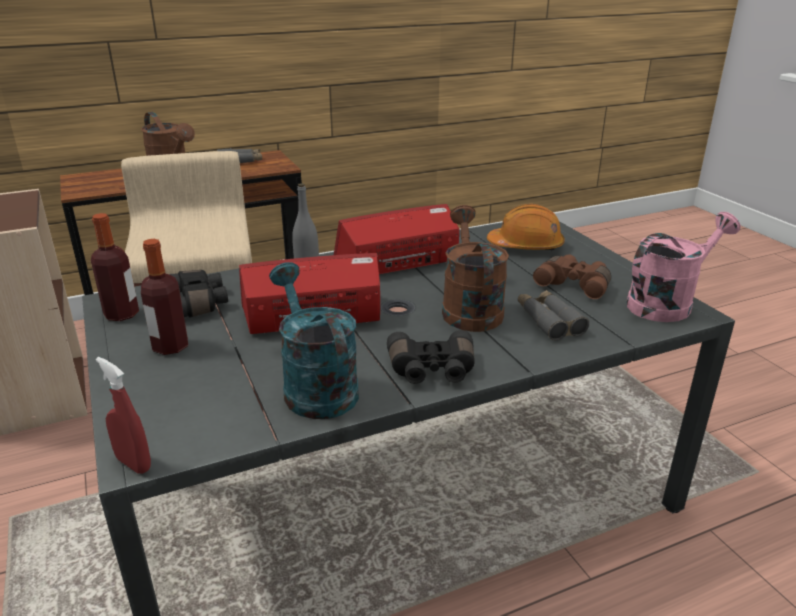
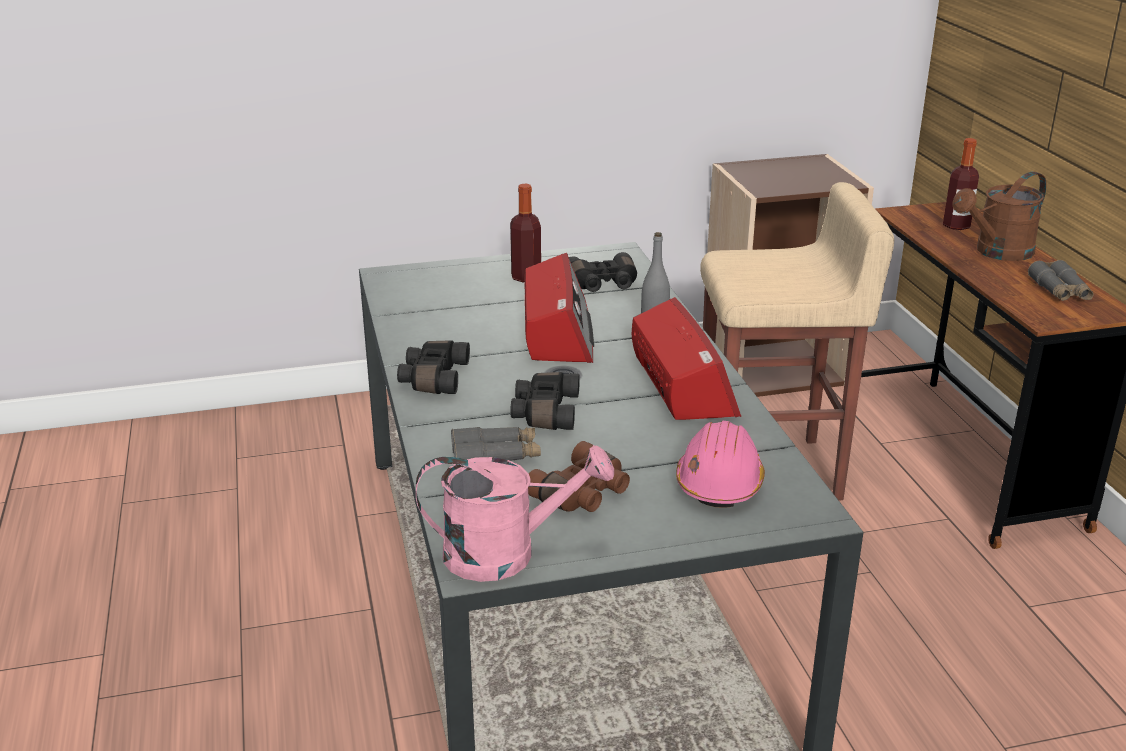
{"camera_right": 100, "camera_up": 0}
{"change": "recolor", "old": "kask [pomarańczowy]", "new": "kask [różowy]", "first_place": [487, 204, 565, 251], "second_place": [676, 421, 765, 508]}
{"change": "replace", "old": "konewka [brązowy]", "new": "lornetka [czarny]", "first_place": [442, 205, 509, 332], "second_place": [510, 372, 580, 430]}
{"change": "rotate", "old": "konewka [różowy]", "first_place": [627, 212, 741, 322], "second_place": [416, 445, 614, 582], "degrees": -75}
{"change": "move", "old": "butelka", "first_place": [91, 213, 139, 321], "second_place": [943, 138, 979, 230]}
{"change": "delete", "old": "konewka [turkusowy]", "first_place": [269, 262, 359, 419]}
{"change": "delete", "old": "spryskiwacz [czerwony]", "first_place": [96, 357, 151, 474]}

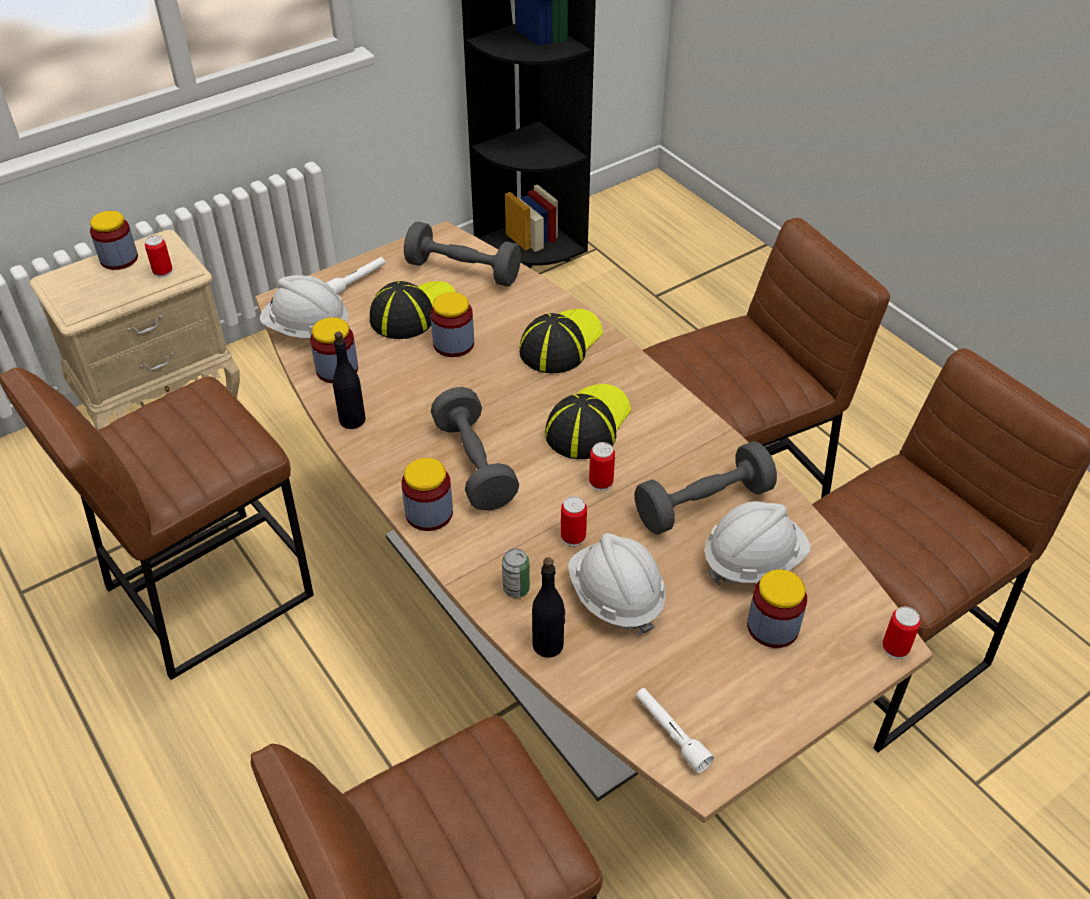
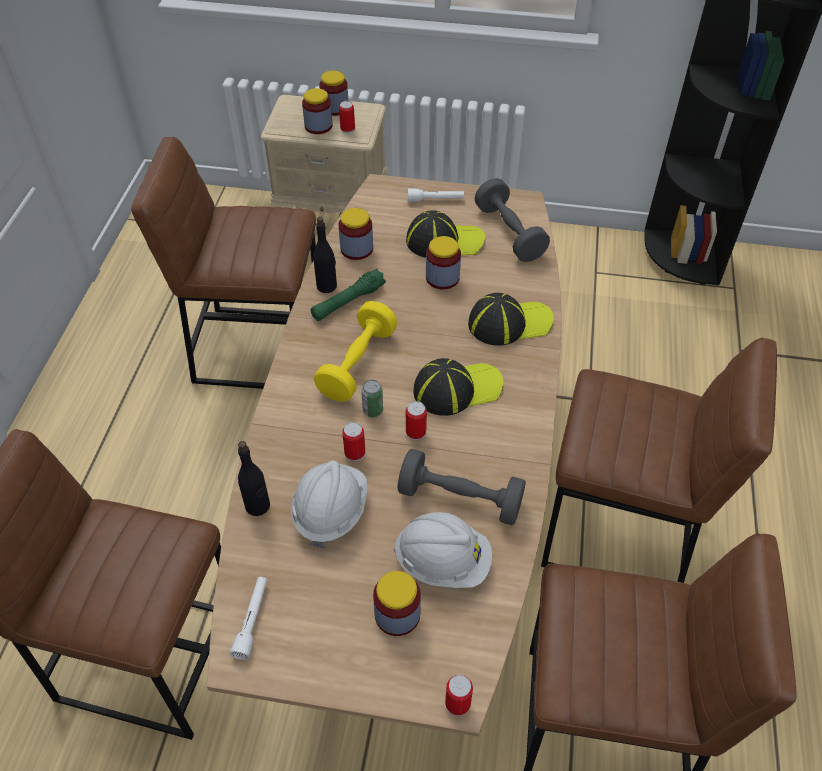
{"camera_right": 45, "camera_up": 5}
{"change": "delete", "old": "kask [biały]", "first_place": [260, 275, 350, 338]}
{"change": "recolor", "old": "hantel [szary]", "new": "hantel [żółty]", "first_place": [431, 387, 519, 511], "second_place": [314, 301, 398, 402]}
{"change": "move", "old": "słoik", "first_place": [401, 458, 453, 531], "second_place": [302, 88, 333, 134]}
{"change": "move", "old": "puszka", "first_place": [502, 548, 530, 598], "second_place": [361, 380, 383, 417]}
{"change": "insert", "new": "latarka [zielony]", "second_place": [310, 269, 386, 321]}

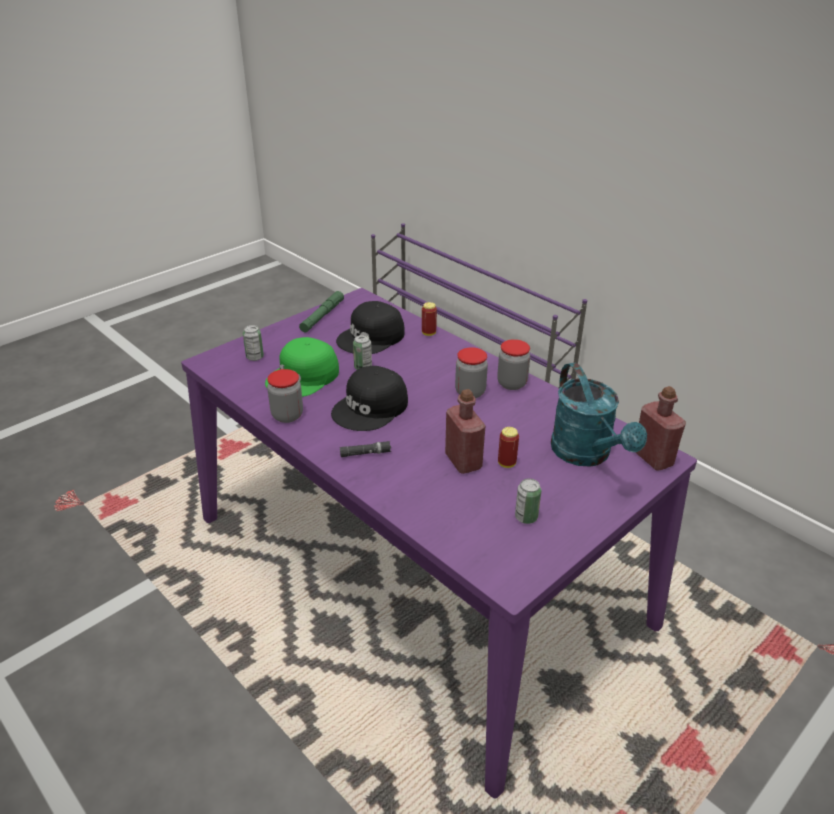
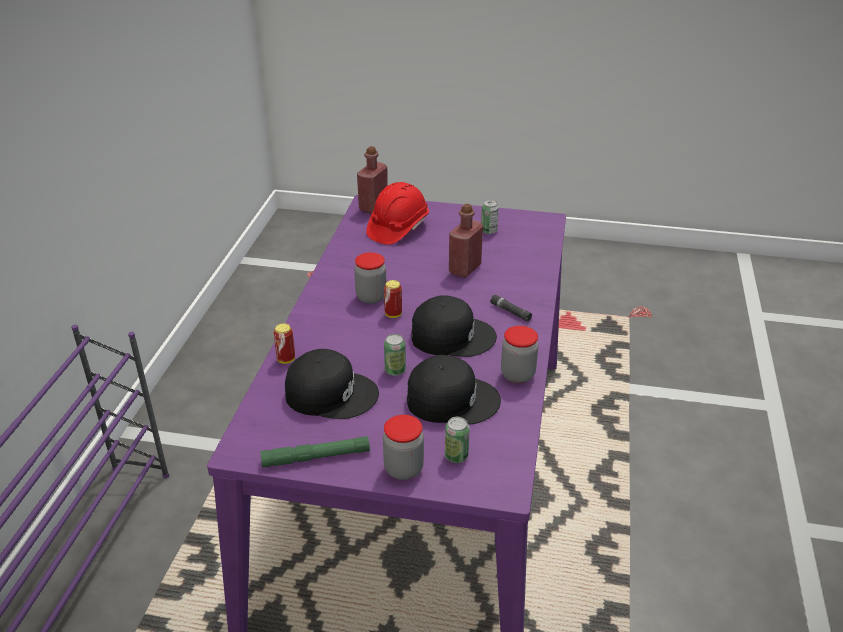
{"camera_right": -125, "camera_up": 0}
{"change": "recolor", "old": "czapka z daszkiem [zielony]", "new": "czapka z daszkiem [czarny]", "first_place": [265, 337, 339, 397], "second_place": [407, 355, 501, 425]}
{"change": "move", "old": "słoik", "first_place": [497, 339, 530, 390], "second_place": [383, 415, 424, 480]}
{"change": "replace", "old": "konewka [turkusowy]", "new": "kask [czerwony]", "first_place": [551, 363, 647, 467], "second_place": [366, 182, 429, 245]}
{"change": "move", "old": "puszka", "first_place": [498, 427, 519, 468], "second_place": [384, 280, 402, 318]}

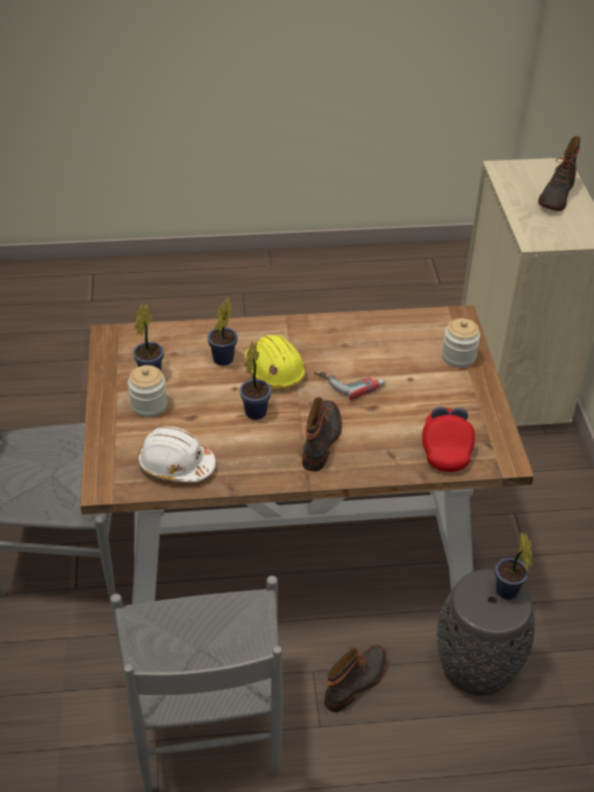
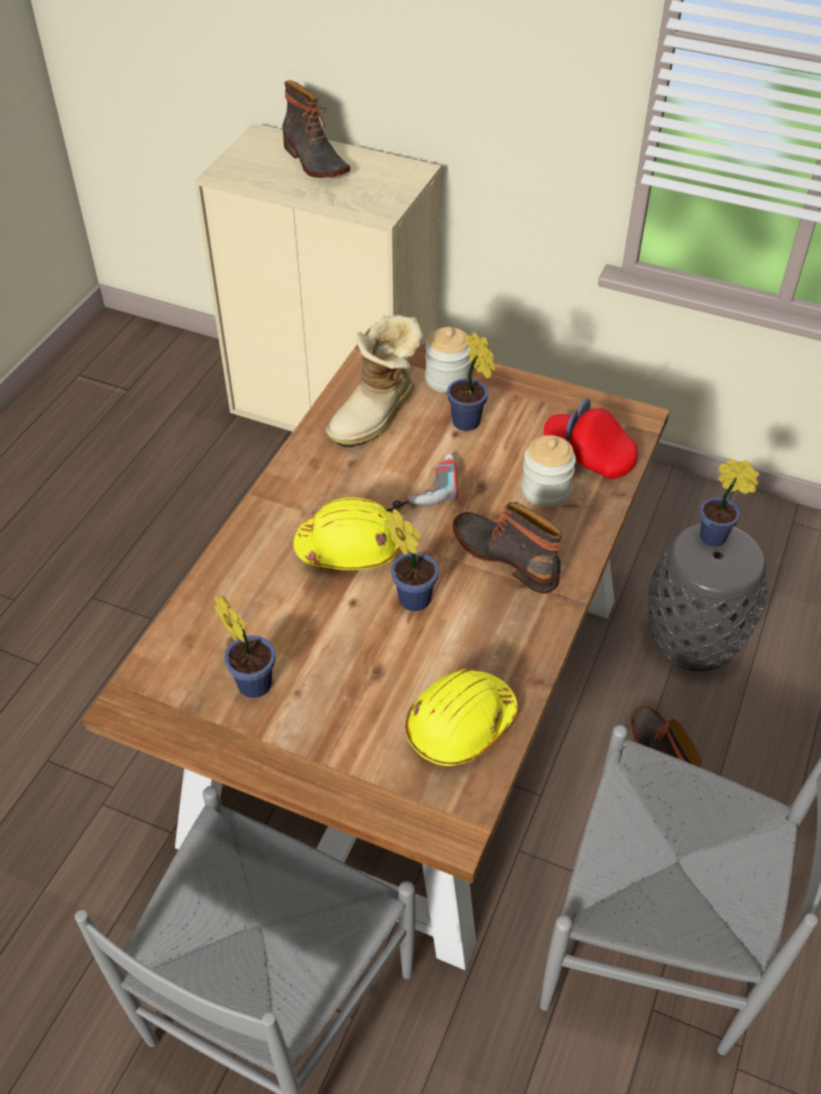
{"camera_right": -60, "camera_up": 5}
{"change": "move", "old": "roślina doniczkowa", "first_place": [207, 298, 238, 366], "second_place": [447, 332, 495, 431]}
{"change": "move", "old": "słoik", "first_place": [128, 365, 167, 417], "second_place": [521, 435, 576, 507]}
{"change": "recolor", "old": "kask [biały]", "new": "kask [żółty]", "first_place": [137, 426, 216, 482], "second_place": [405, 669, 518, 766]}
{"change": "insert", "new": "but z cholewką", "second_place": [326, 315, 423, 448]}

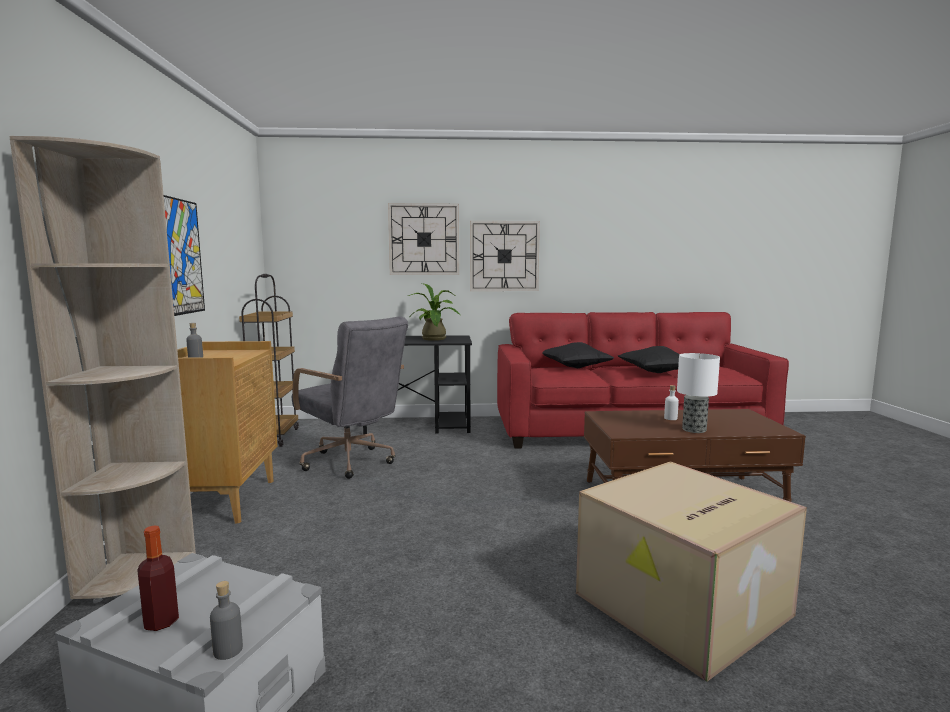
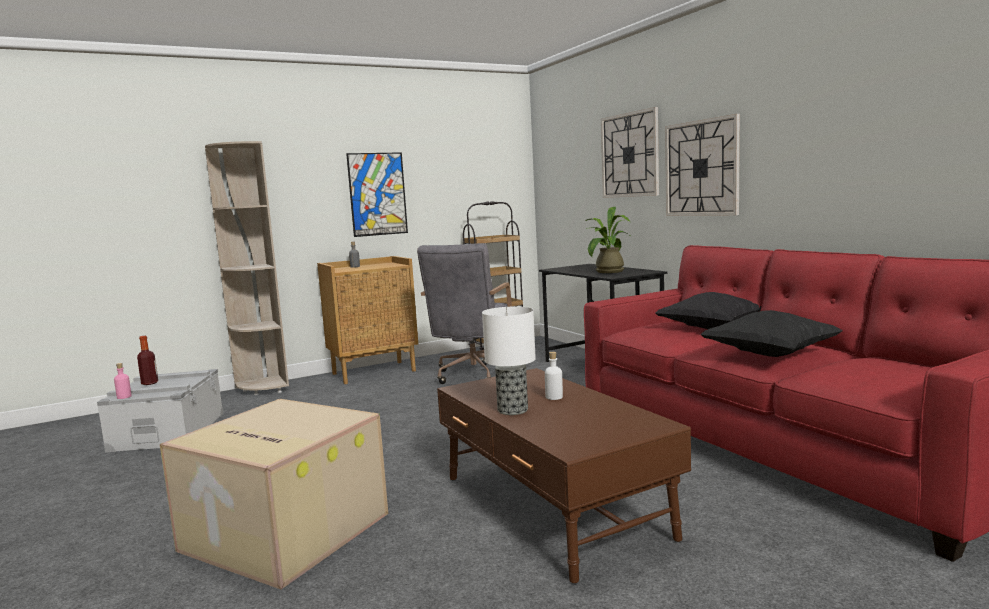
{"camera_right": 65, "camera_up": 0}
{"change": "recolor", "old": "butelka [szary]", "new": "butelka [różowy]", "first_place": [210, 581, 243, 660], "second_place": [114, 363, 132, 399]}

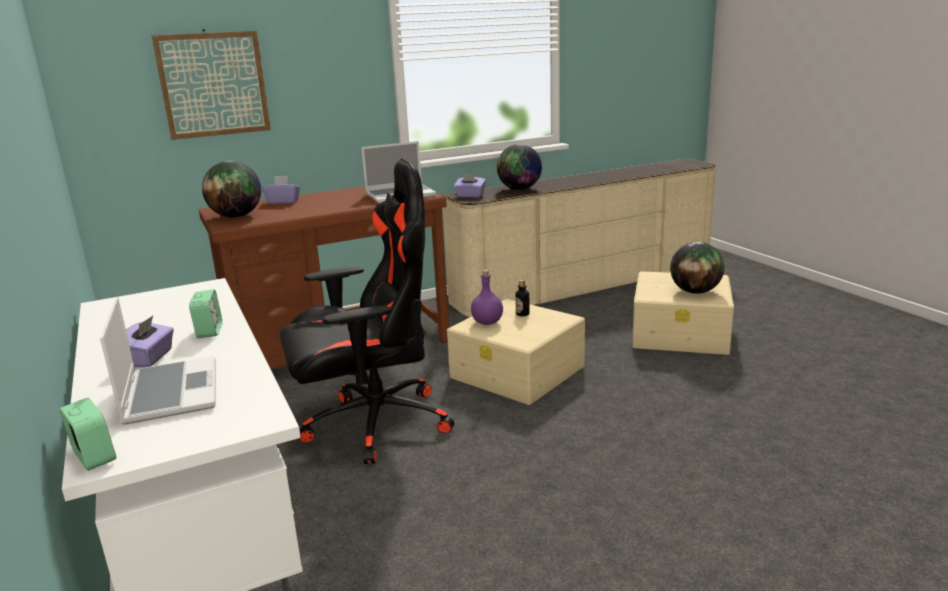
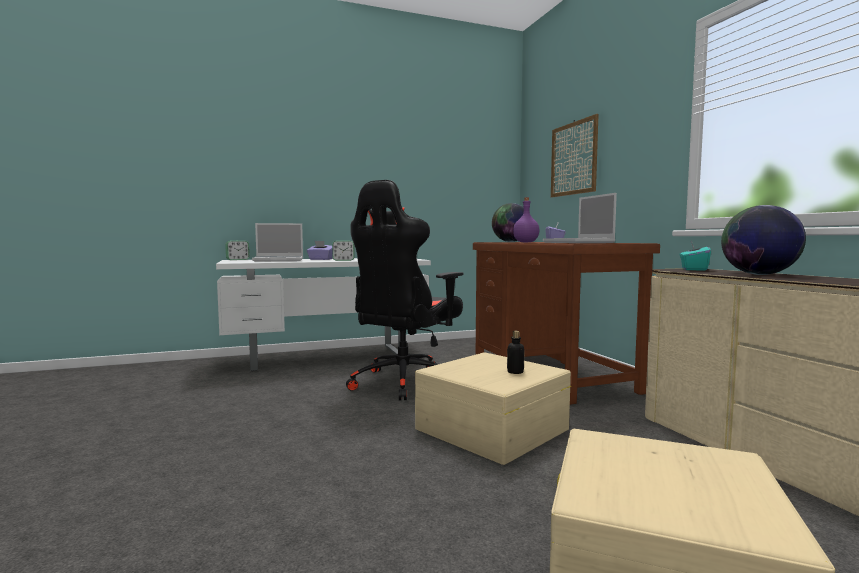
{"camera_right": 95, "camera_up": -15}
{"change": "rotate", "old": "krzesło biurowe [czarny]", "first_place": [280, 159, 454, 464], "second_place": [346, 180, 463, 401], "degrees": 45}
{"change": "recolor", "old": "pudełko chusteczek [fioletowy]", "new": "pudełko chusteczek [turkusowy]", "first_place": [454, 174, 486, 198], "second_place": [680, 241, 711, 271]}
{"change": "delete", "old": "globus", "first_place": [670, 242, 724, 294]}
{"change": "move", "old": "butelka [fioletowy]", "first_place": [471, 270, 503, 325], "second_place": [513, 198, 539, 242]}

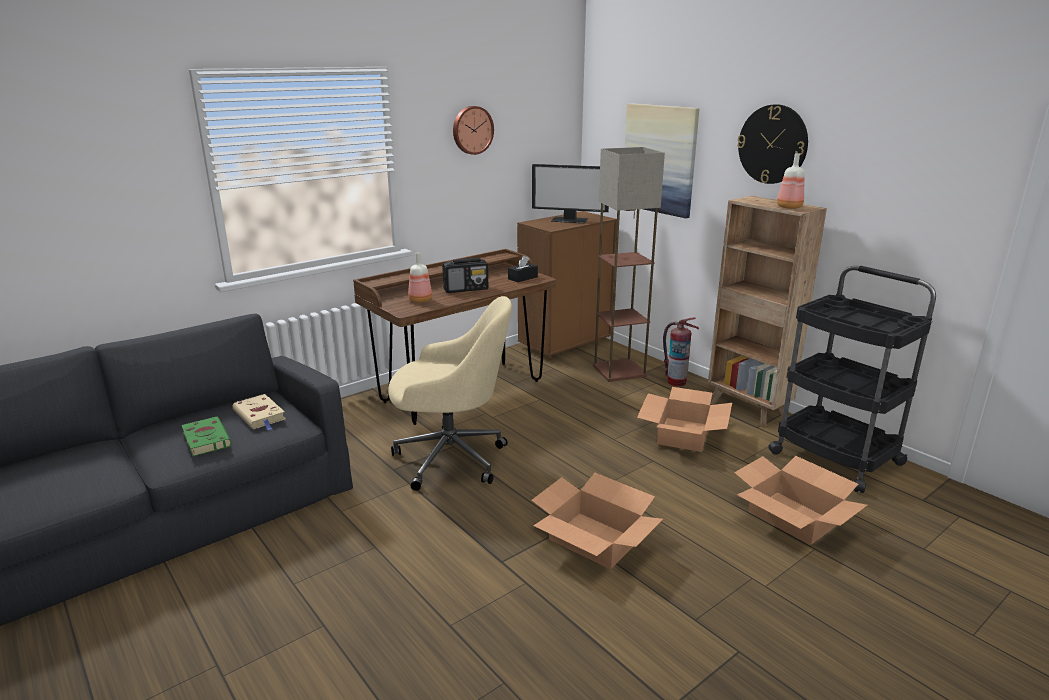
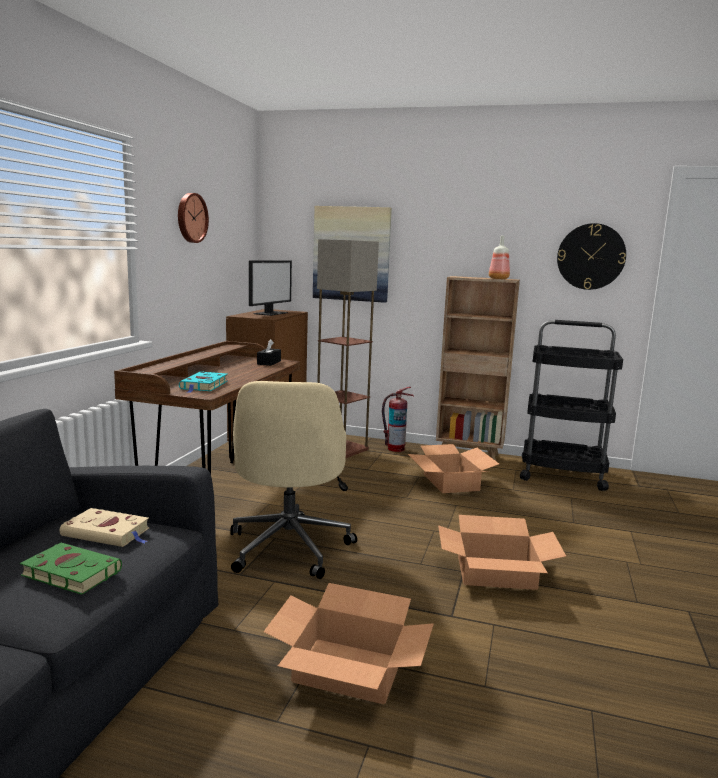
{"camera_right": -35, "camera_up": -10}
{"change": "move", "old": "zegar ścienny", "first_place": [737, 104, 808, 184], "second_place": [557, 223, 626, 290]}
{"change": "rotate", "old": "monitor", "first_place": [532, 164, 609, 223], "second_place": [249, 260, 292, 316], "degrees": -45}
{"change": "replace", "old": "butelka", "new": "książka [turkusowy]", "first_place": [408, 253, 432, 303], "second_place": [179, 372, 227, 393]}
{"change": "delete", "old": "radio", "first_place": [442, 258, 488, 293]}
{"change": "rotate", "old": "krzesło biurowe [beżowy]", "first_place": [388, 296, 512, 491], "second_place": [230, 381, 357, 579], "degrees": 120}
{"change": "move", "old": "karton", "first_place": [734, 456, 867, 545], "second_place": [264, 583, 434, 704]}

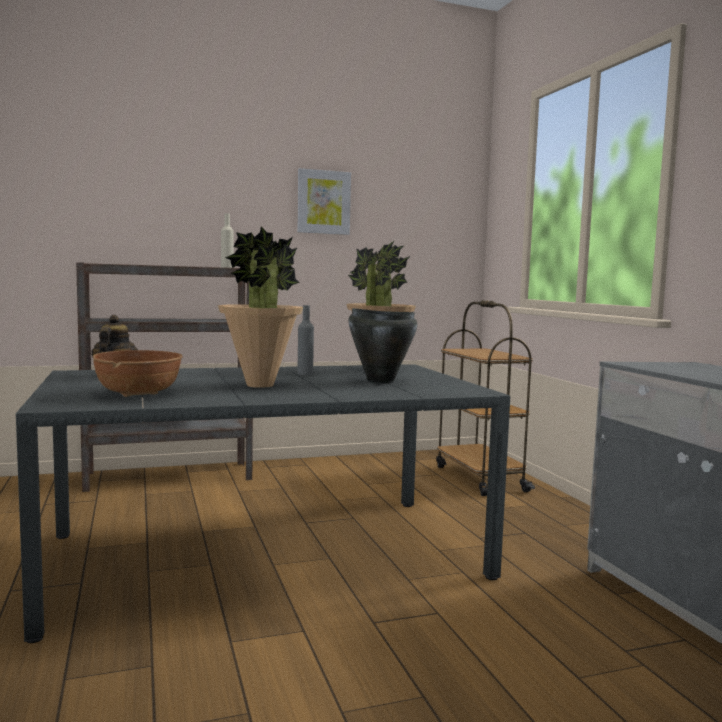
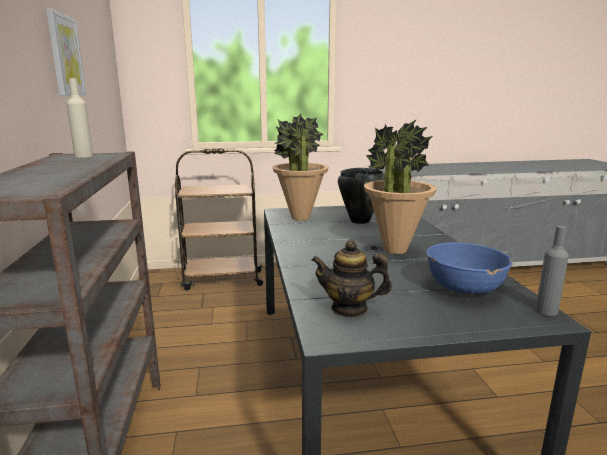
{"camera_right": -80, "camera_up": 10}
{"change": "move", "old": "butelka [szary]", "first_place": [297, 305, 314, 375], "second_place": [536, 226, 569, 316]}
{"change": "recolor", "old": "miska [brązowy]", "new": "miska [niebieski]", "first_place": [93, 350, 183, 397], "second_place": [426, 242, 513, 295]}

